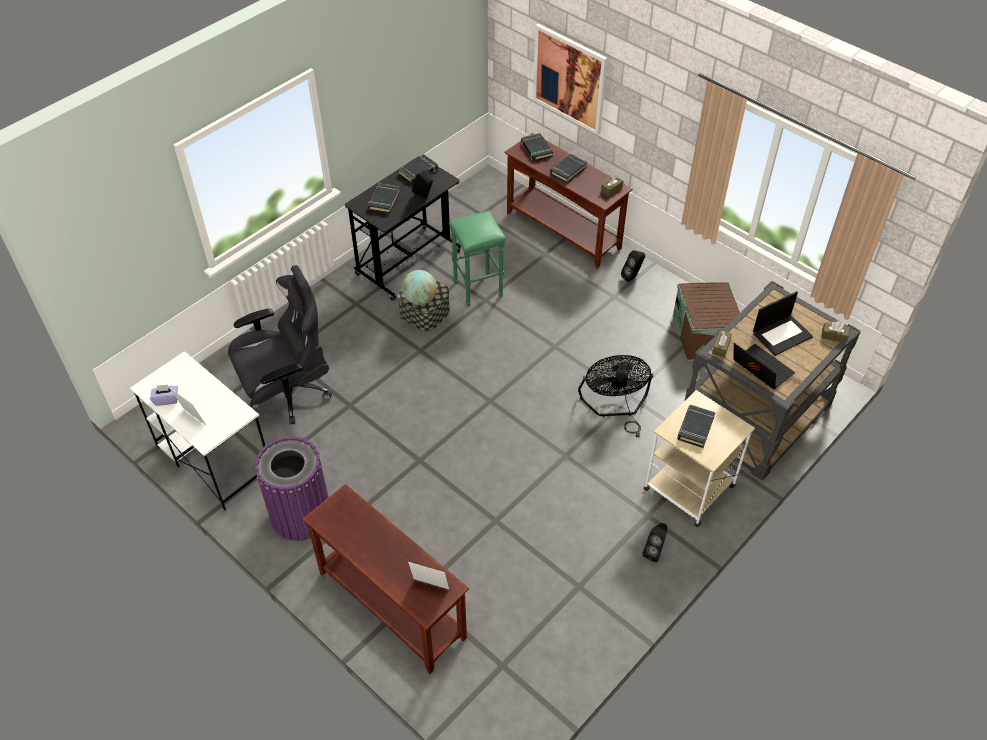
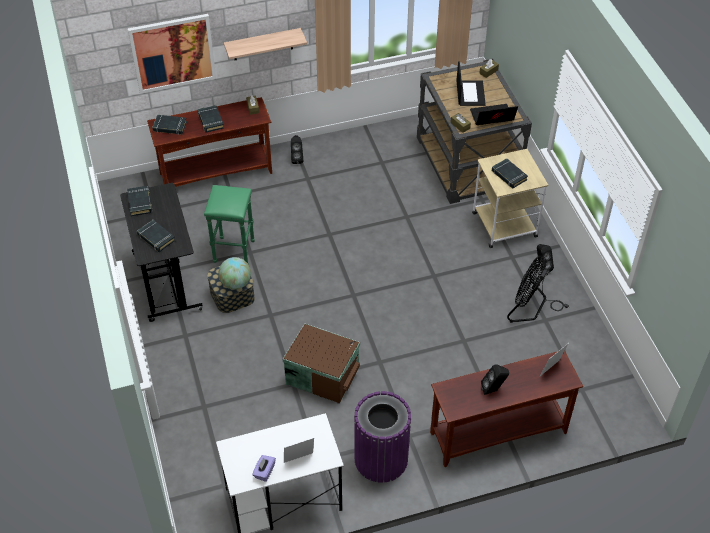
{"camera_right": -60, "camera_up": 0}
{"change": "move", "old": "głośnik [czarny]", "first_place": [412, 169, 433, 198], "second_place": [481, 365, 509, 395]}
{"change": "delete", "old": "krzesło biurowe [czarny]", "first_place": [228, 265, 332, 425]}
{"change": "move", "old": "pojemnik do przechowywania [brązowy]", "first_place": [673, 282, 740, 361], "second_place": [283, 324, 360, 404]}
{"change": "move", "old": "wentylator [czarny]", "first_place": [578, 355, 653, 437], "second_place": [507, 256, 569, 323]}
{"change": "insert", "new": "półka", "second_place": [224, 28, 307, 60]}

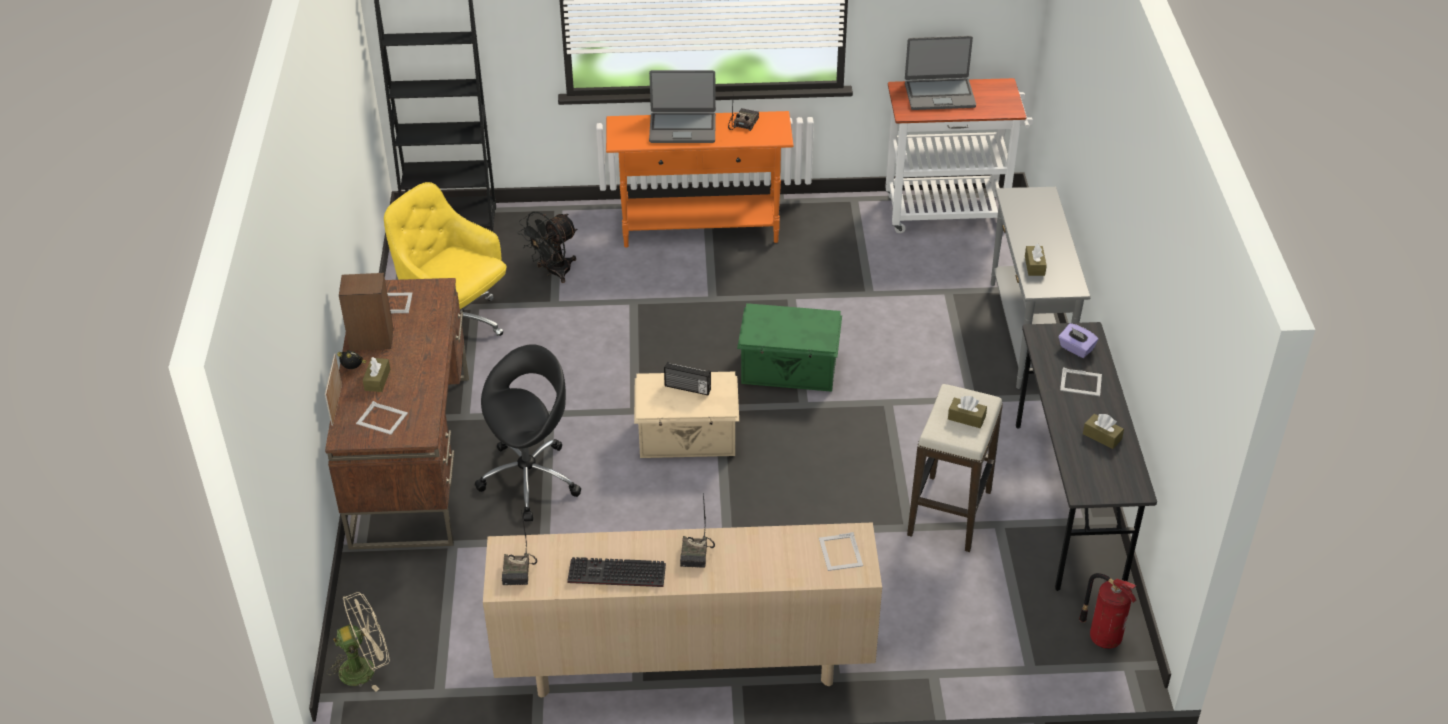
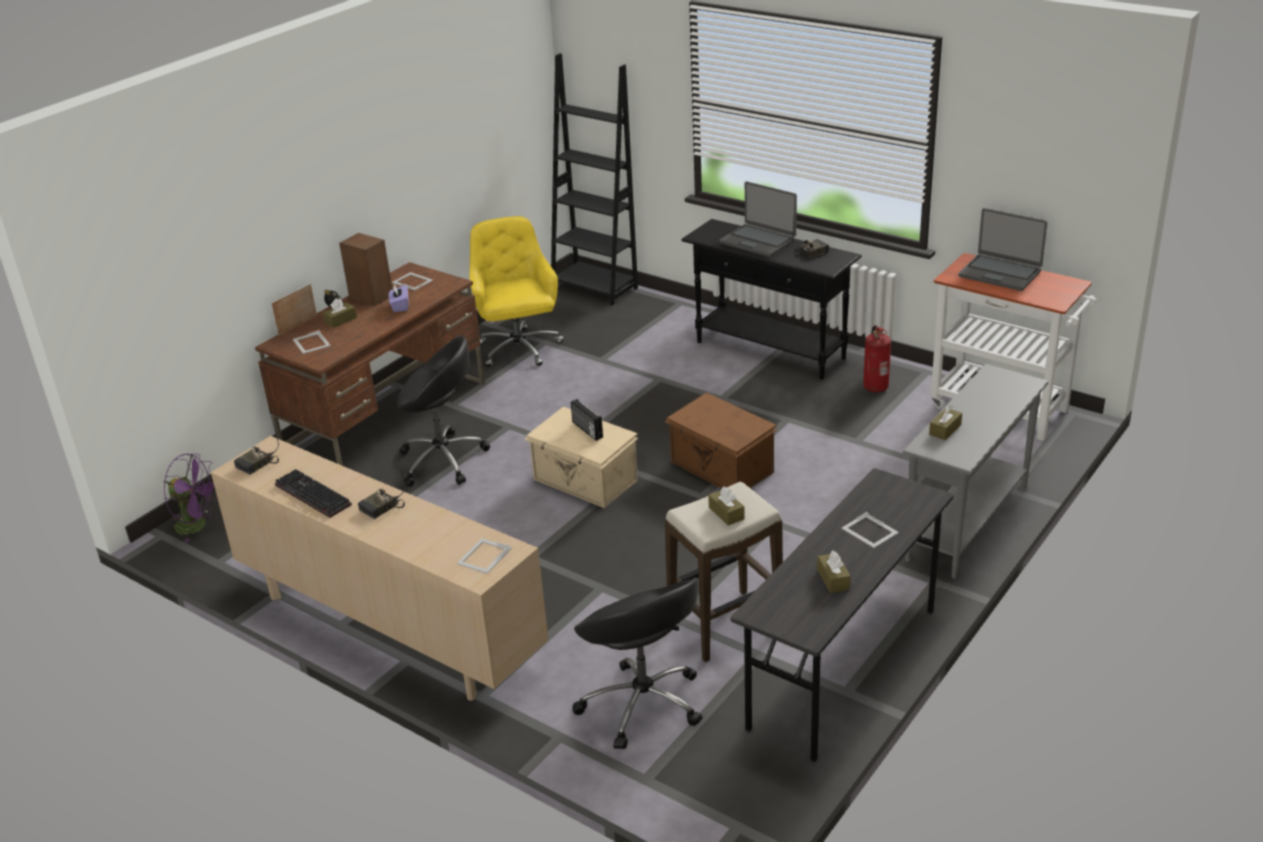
{"camera_right": 40, "camera_up": -10}
{"change": "recolor", "old": "stolik konsolowy [pomarańczowy]", "new": "stolik konsolowy [czarny]", "first_place": [606, 111, 794, 248], "second_place": [681, 219, 862, 379]}
{"change": "delete", "old": "wentylator [czarny]", "first_place": [518, 211, 577, 283]}
{"change": "recolor", "old": "pojemnik do przechowywania [zielony]", "new": "pojemnik do przechowywania [brązowy]", "first_place": [737, 303, 842, 392], "second_place": [664, 393, 777, 488]}
{"change": "move", "old": "pudełko chusteczek [fioletowy]", "first_place": [1058, 323, 1098, 358], "second_place": [389, 284, 409, 312]}
{"change": "move", "old": "gaśnica", "first_place": [1079, 573, 1136, 649], "second_place": [863, 325, 891, 392]}
{"change": "recolor", "old": "wentylator [beżowy]", "new": "wentylator [fioletowy]", "first_place": [326, 592, 390, 692], "second_place": [163, 453, 218, 543]}
{"change": "insert", "new": "krzesło biurowe [czarny]", "second_place": [573, 578, 703, 749]}

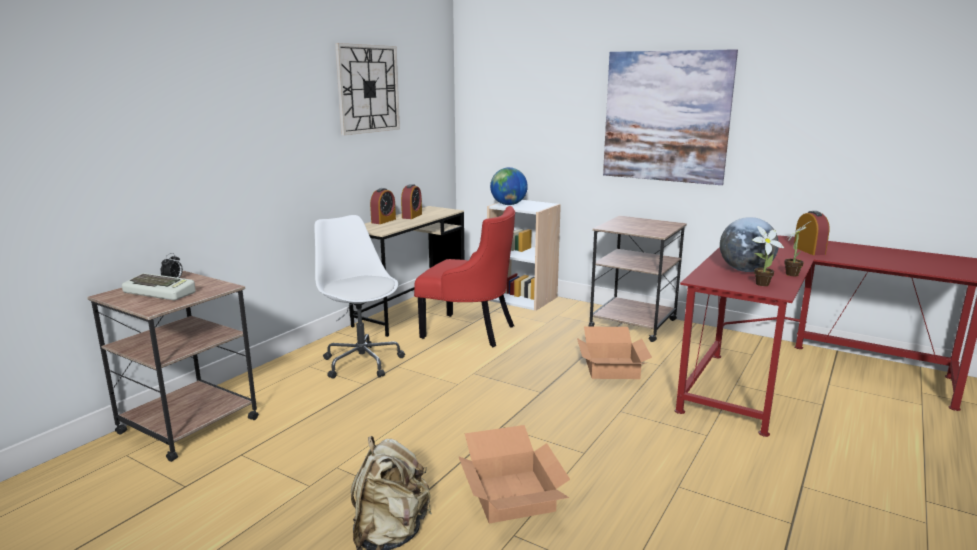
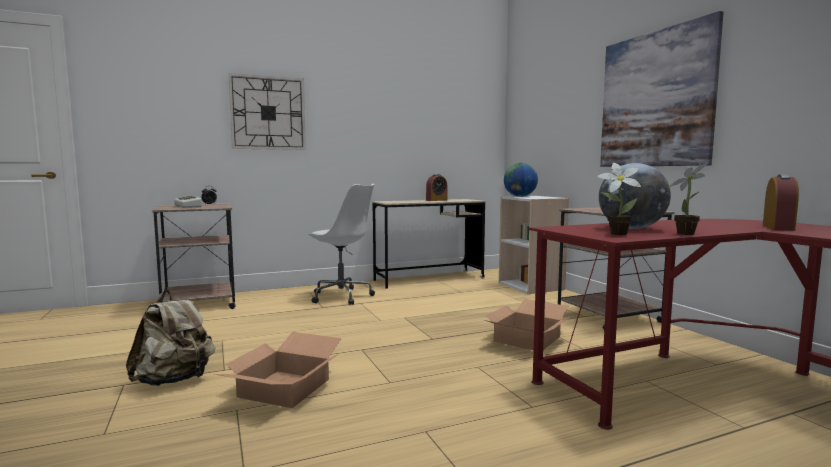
{"camera_right": 35, "camera_up": -10}
{"change": "move", "old": "zegar ścienny", "first_place": [335, 43, 400, 135], "second_place": [228, 73, 306, 150]}
{"change": "delete", "old": "budzik", "first_place": [370, 188, 396, 224]}
{"change": "delete", "old": "krzesło [czerwony]", "first_place": [414, 206, 515, 347]}
{"change": "rotate", "old": "krzesło biurowe [biały]", "first_place": [314, 215, 405, 379], "second_place": [308, 184, 375, 305], "degrees": 120}

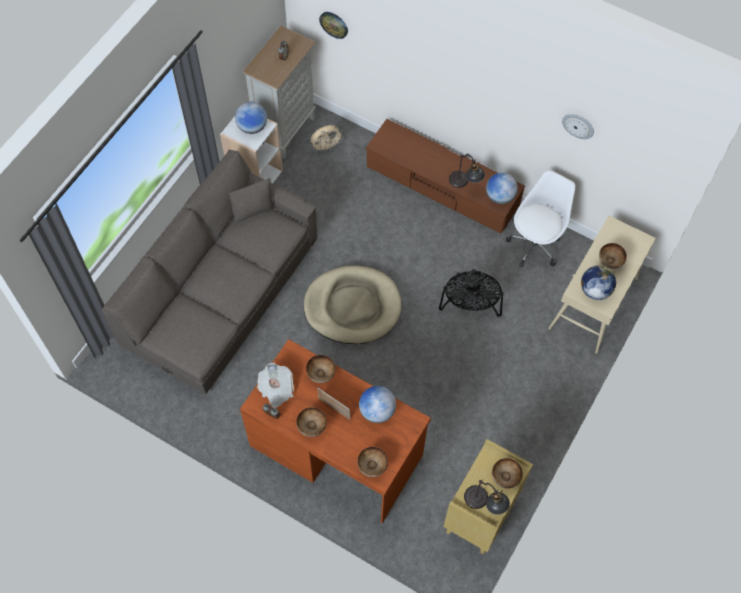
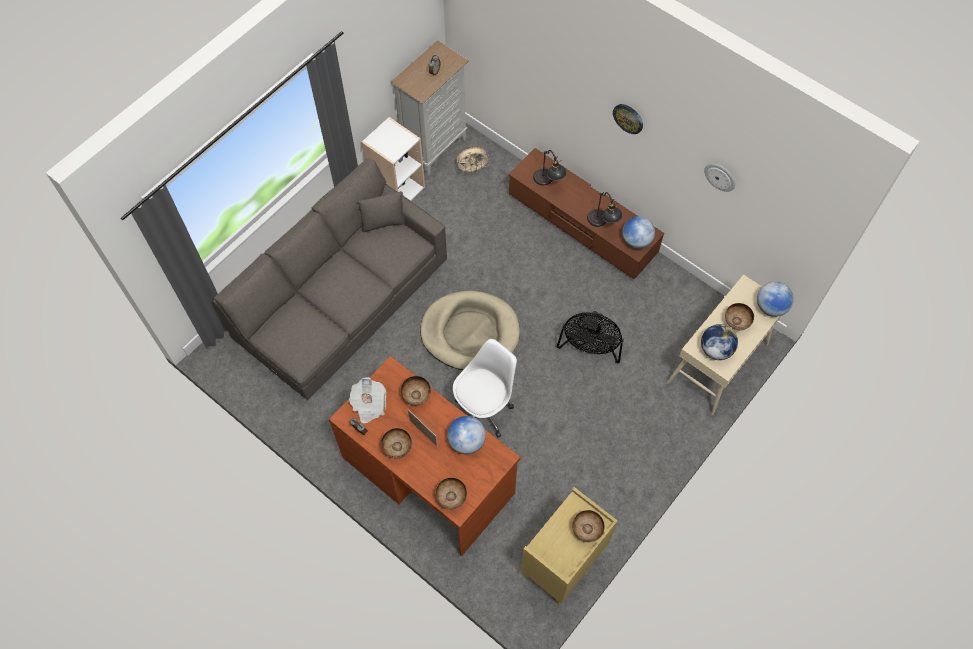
{"camera_right": 10, "camera_up": 0}
{"change": "move", "old": "zegar ścienny", "first_place": [319, 12, 348, 39], "second_place": [613, 104, 643, 134]}
{"change": "move", "old": "globus", "first_place": [235, 102, 267, 134], "second_place": [757, 281, 794, 317]}
{"change": "move", "old": "krzesło biurowe [biały]", "first_place": [506, 170, 576, 267], "second_place": [453, 339, 517, 438]}
{"change": "move", "old": "lampa stołowa [szary]", "first_place": [464, 480, 510, 515], "second_place": [533, 150, 567, 186]}

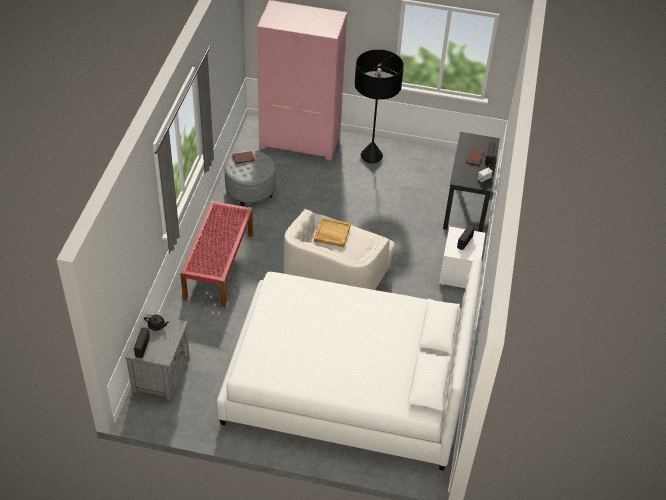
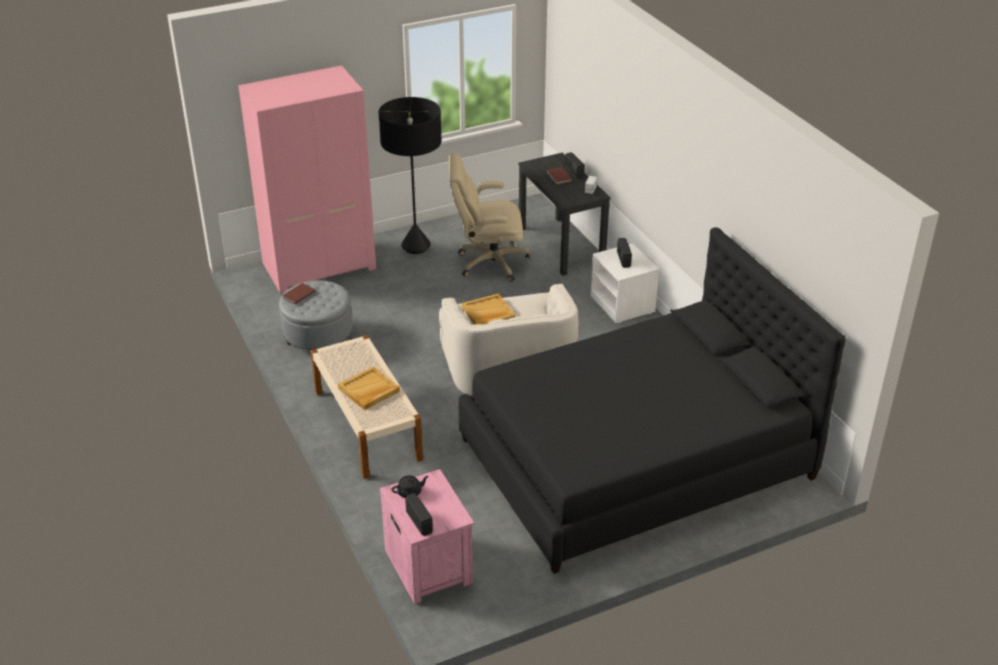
{"camera_right": -35, "camera_up": -10}
{"change": "recolor", "old": "ławka [czerwony]", "new": "ławka [beżowy]", "first_place": [180, 201, 253, 308], "second_place": [311, 335, 423, 479]}
{"change": "recolor", "old": "łóżko [biały]", "new": "łóżko [czarny]", "first_place": [217, 258, 483, 471], "second_place": [459, 227, 846, 574]}
{"change": "recolor", "old": "szafka nocna [szary]", "new": "szafka nocna [różowy]", "first_place": [125, 313, 190, 401], "second_place": [380, 469, 474, 604]}
{"change": "insert", "new": "krzesło biurowe [beżowy]", "second_place": [449, 153, 530, 282]}
{"change": "insert", "new": "taca [beżowy]", "second_place": [338, 366, 400, 410]}

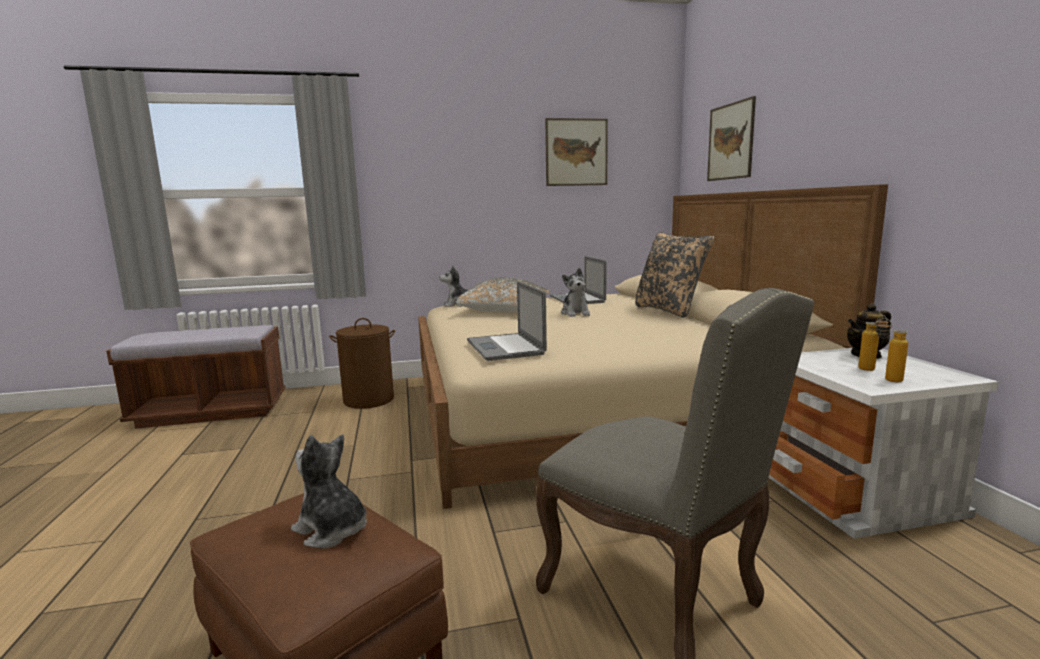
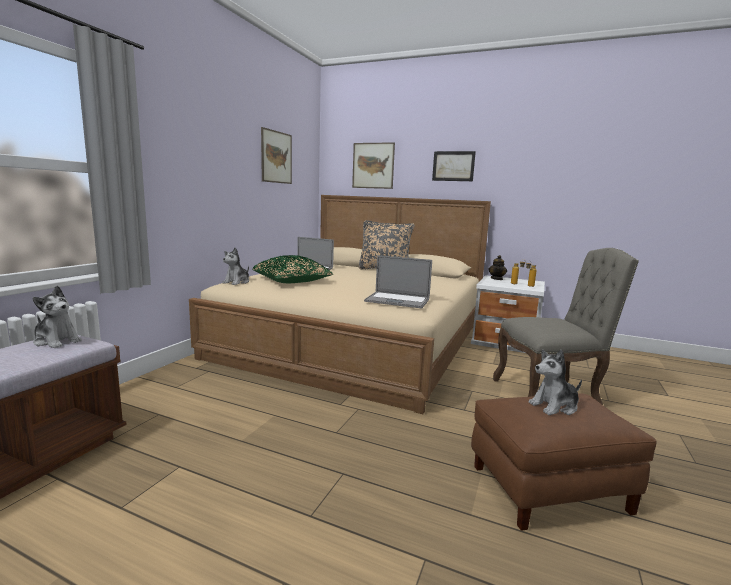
{"camera_right": -55, "camera_up": 0}
{"change": "move", "old": "pluszak", "first_place": [561, 268, 590, 317], "second_place": [32, 286, 82, 348]}
{"change": "recolor", "old": "poduszka [biały]", "new": "poduszka [zielony]", "first_place": [456, 277, 550, 312], "second_place": [252, 255, 333, 283]}
{"change": "delete", "old": "kosz na pranie [brązowy]", "first_place": [329, 318, 395, 409]}
{"change": "insert", "new": "obraz", "second_place": [432, 151, 476, 181]}

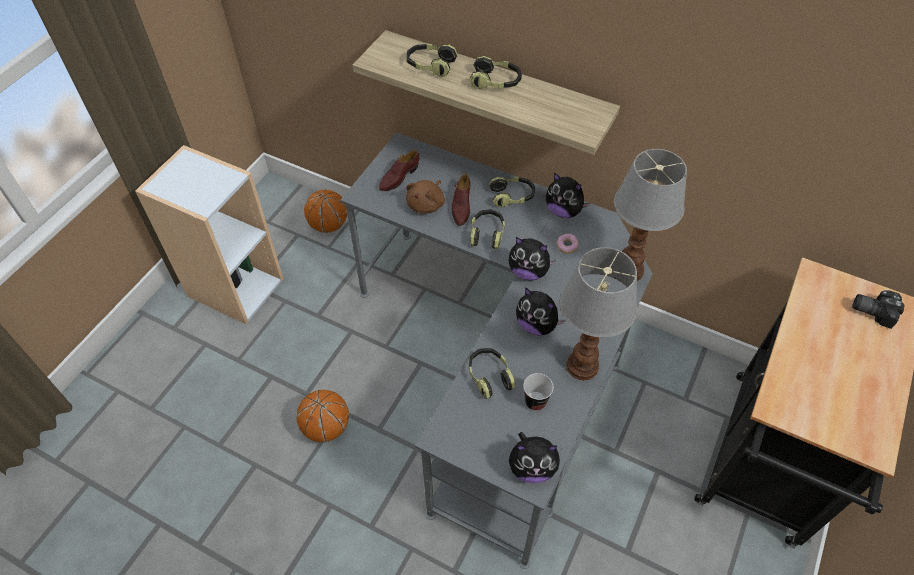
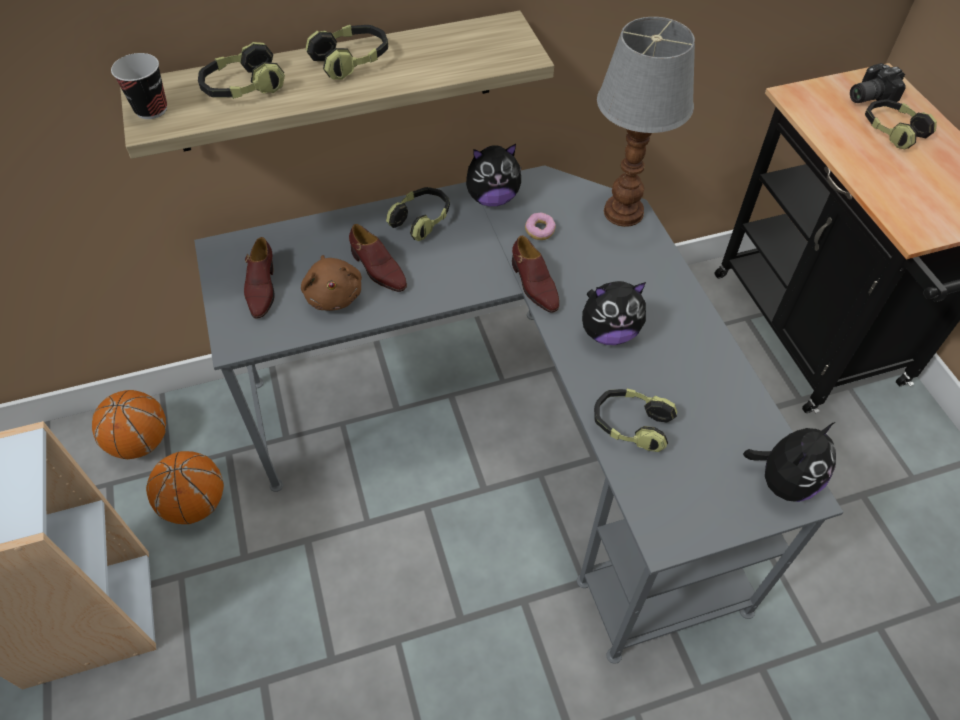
{"camera_right": -45, "camera_up": 0}
{"change": "move", "old": "słuchawki", "first_place": [470, 209, 505, 249], "second_place": [865, 99, 937, 149]}
{"change": "replace", "old": "pluszak", "new": "but [brązowy]", "first_place": [509, 237, 556, 281], "second_place": [512, 236, 559, 313]}
{"change": "delete", "old": "lampa stołowa", "first_place": [560, 247, 637, 380]}
{"change": "move", "old": "filiżanka", "first_place": [523, 373, 553, 411], "second_place": [111, 53, 167, 119]}
{"change": "move", "old": "piłka do koszykówki", "first_place": [296, 390, 349, 442], "second_place": [146, 451, 224, 524]}

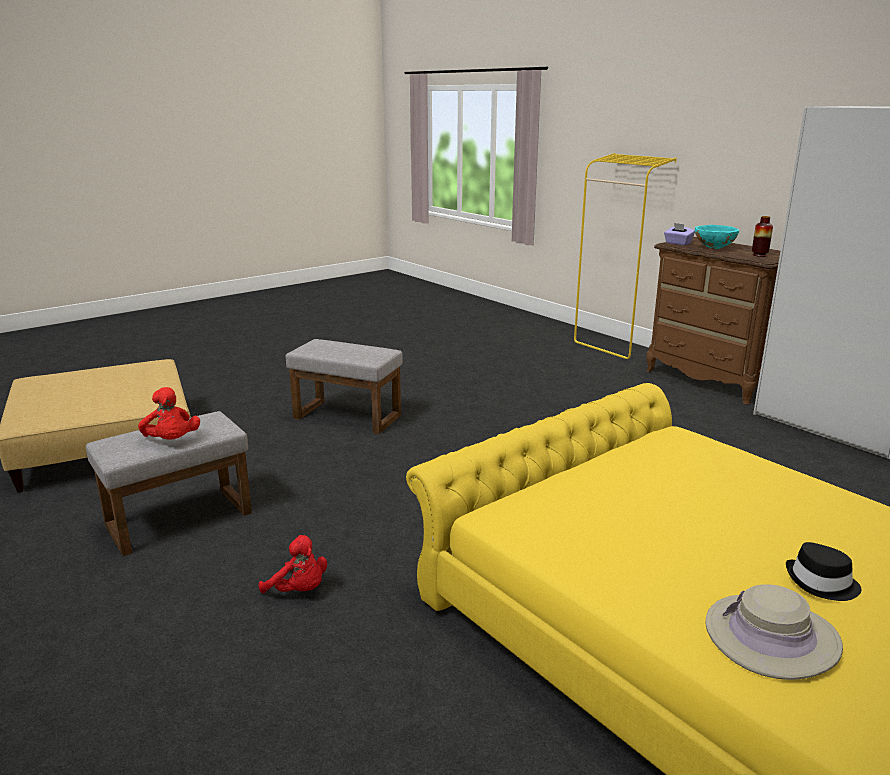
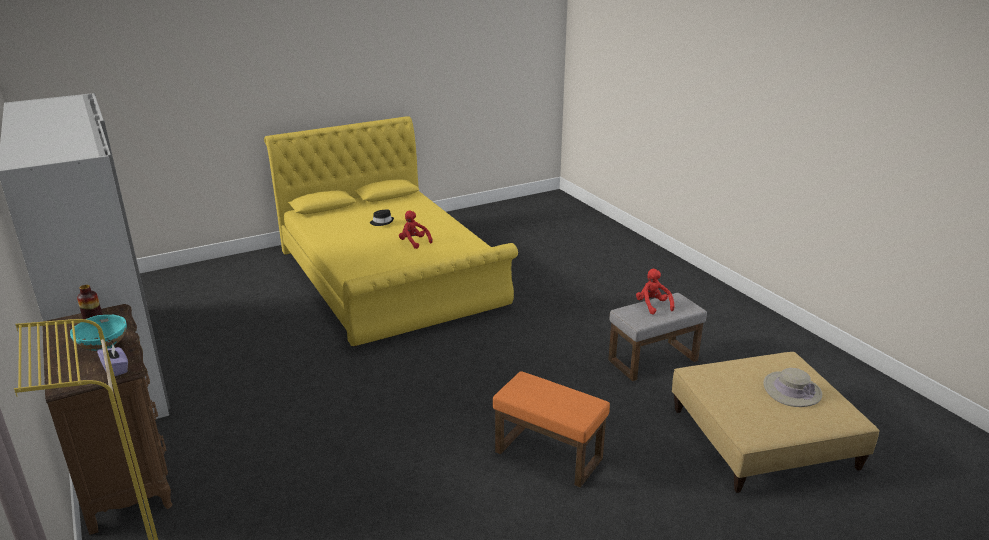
{"camera_right": -170, "camera_up": 5}
{"change": "recolor", "old": "pufa [szary]", "new": "pufa [pomarańczowy]", "first_place": [286, 339, 403, 434], "second_place": [493, 371, 610, 488]}
{"change": "move", "old": "pluszak [czerwony]", "first_place": [259, 535, 327, 593], "second_place": [399, 211, 433, 249]}
{"change": "move", "old": "kapelusz [beżowy]", "first_place": [706, 584, 843, 680], "second_place": [763, 368, 822, 407]}

